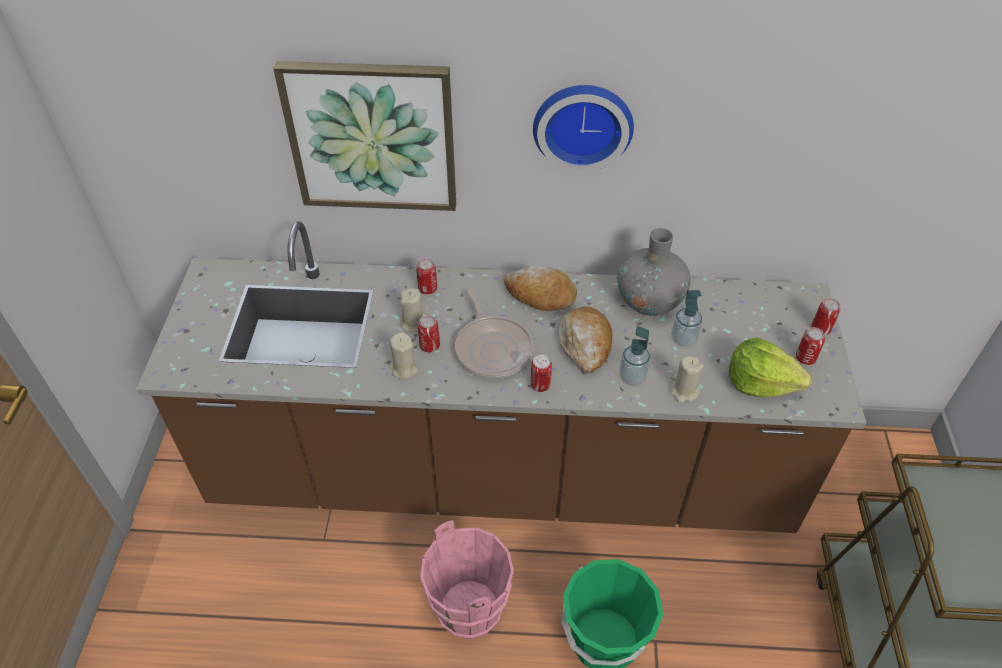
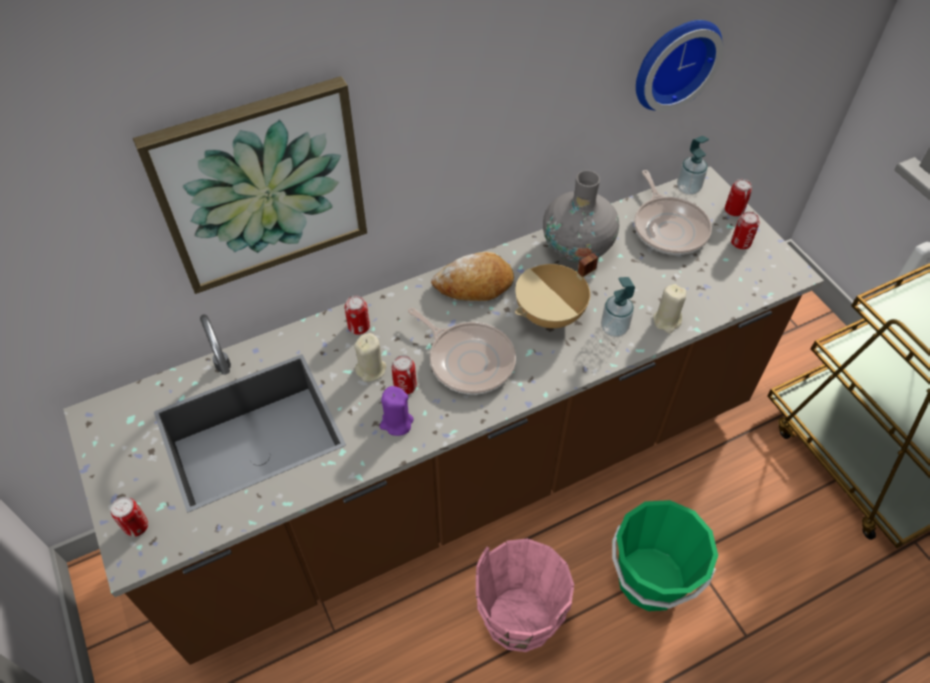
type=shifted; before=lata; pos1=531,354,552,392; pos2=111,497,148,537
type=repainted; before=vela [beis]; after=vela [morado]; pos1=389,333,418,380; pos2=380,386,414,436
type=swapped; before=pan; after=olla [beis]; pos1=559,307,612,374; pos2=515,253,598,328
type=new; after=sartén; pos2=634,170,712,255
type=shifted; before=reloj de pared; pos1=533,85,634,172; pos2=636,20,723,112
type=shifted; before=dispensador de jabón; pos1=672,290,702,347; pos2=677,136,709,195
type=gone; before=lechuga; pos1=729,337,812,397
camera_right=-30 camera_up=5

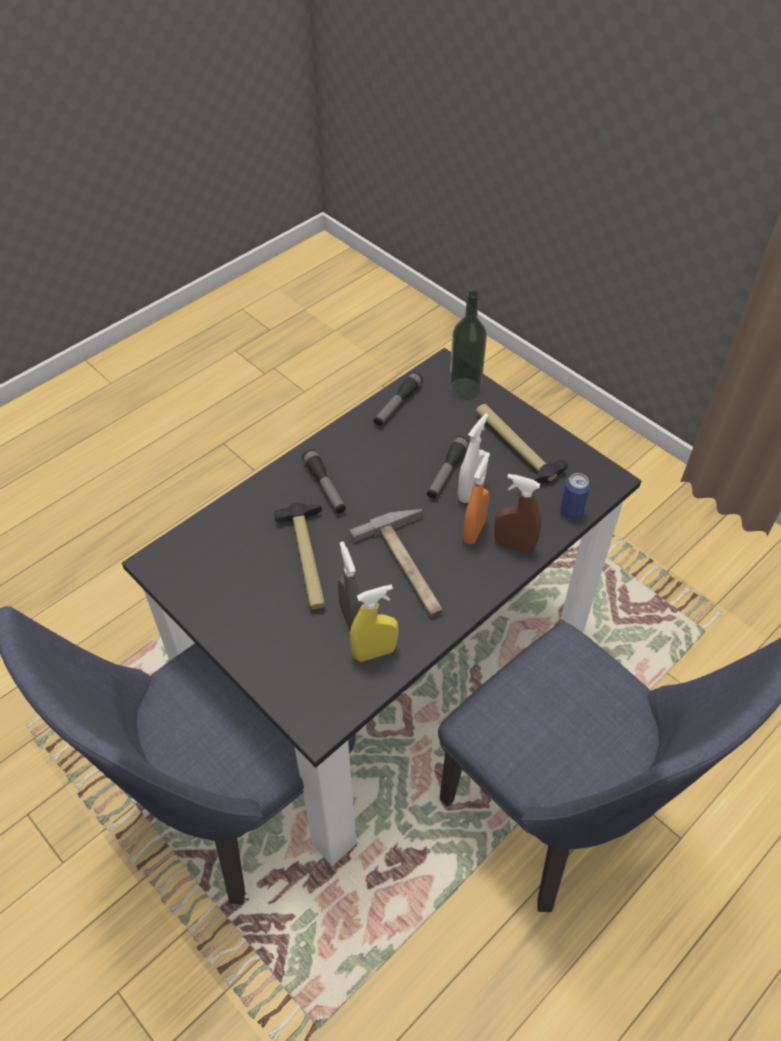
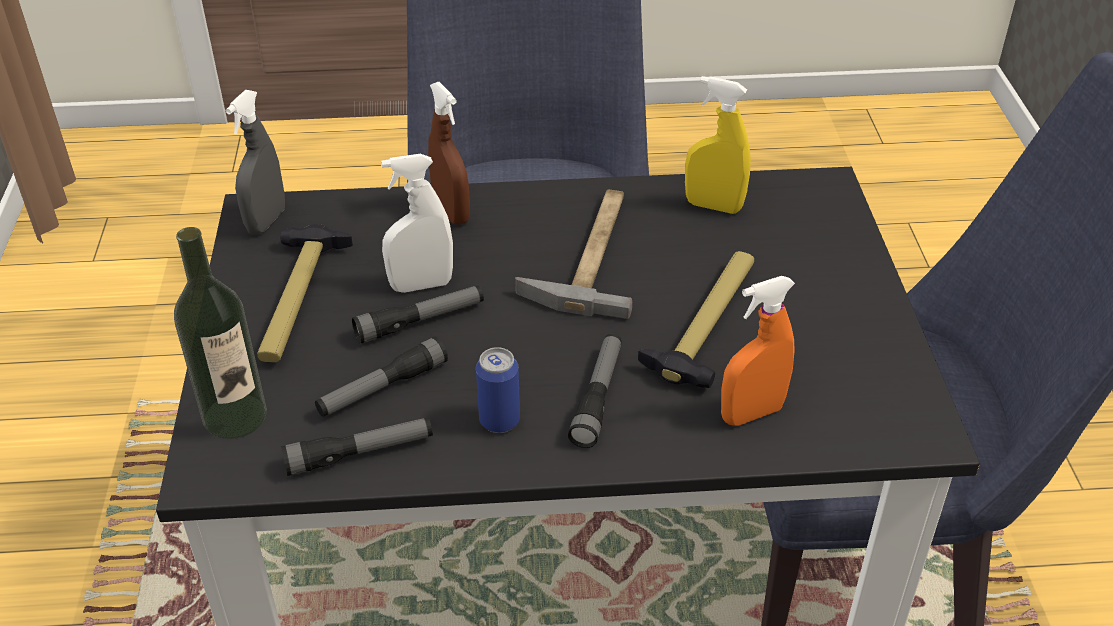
type=shifted; before=pulverizador [gris]; pos1=338,541,362,632; pos2=226,90,285,235
type=new; after=linterna; pos2=315,337,448,417
type=shifted; before=lata; pos1=560,473,590,519; pos2=476,347,520,433
type=shifted; before=pulverizador [naranja]; pos1=463,452,490,544; pos2=721,276,795,426
camera_right=-140 camera_up=-10

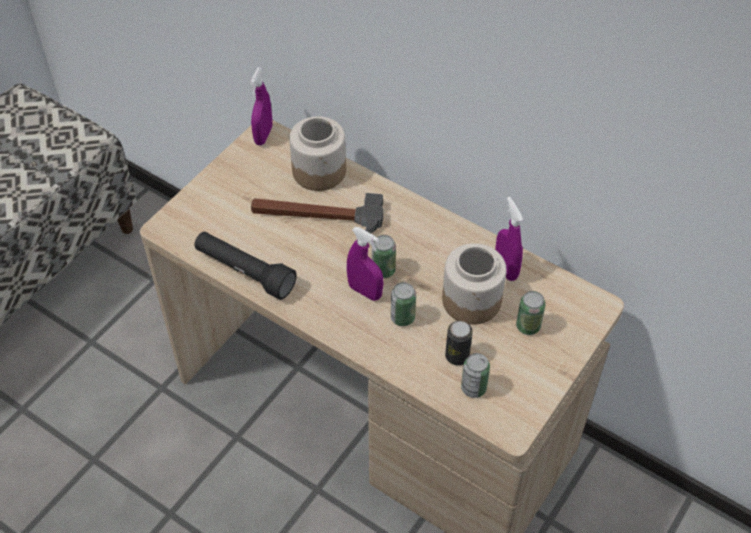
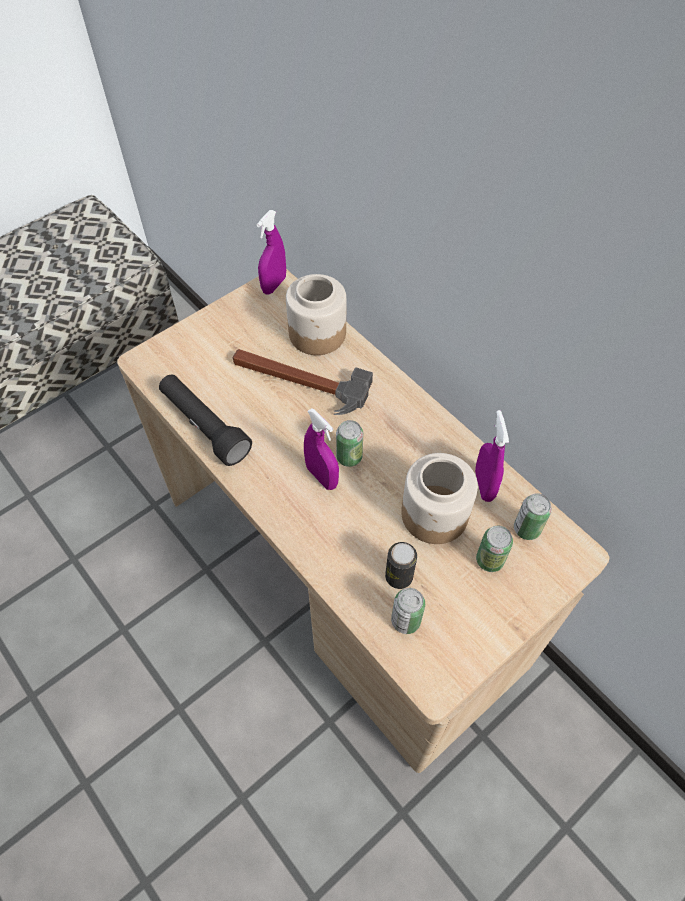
type=shifted; before=lata; pos1=391,282,416,326; pos2=514,493,552,540
camera_right=15 camera_up=5

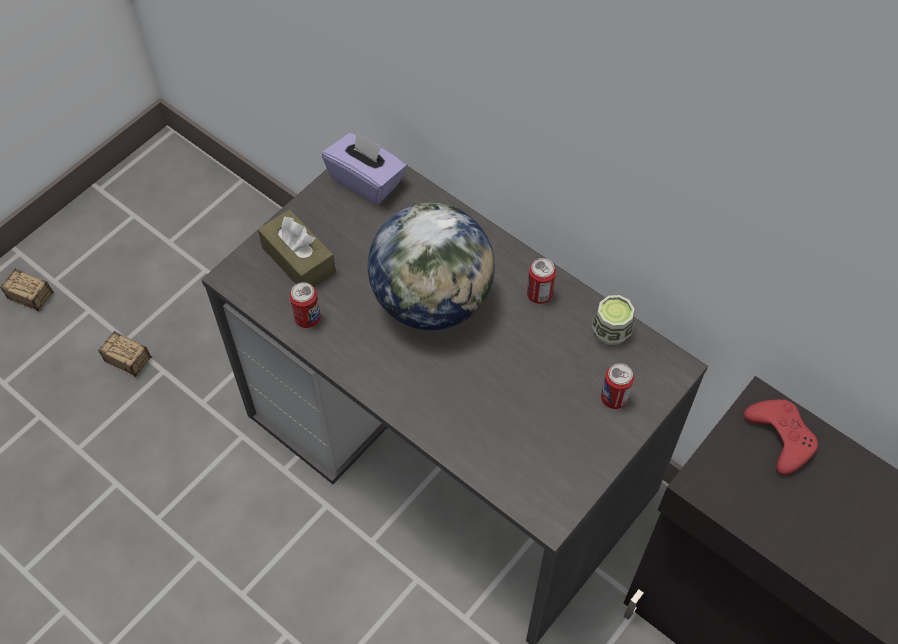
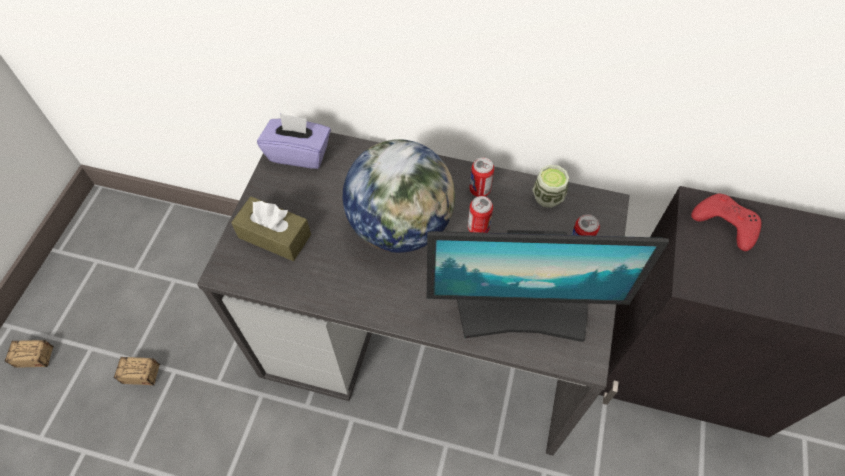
type=new; after=monitor; pos2=427,230,669,342
type=shifted; before=lata; pos1=290,282,321,328; pos2=468,196,493,233
camera_right=-25 camera_up=0

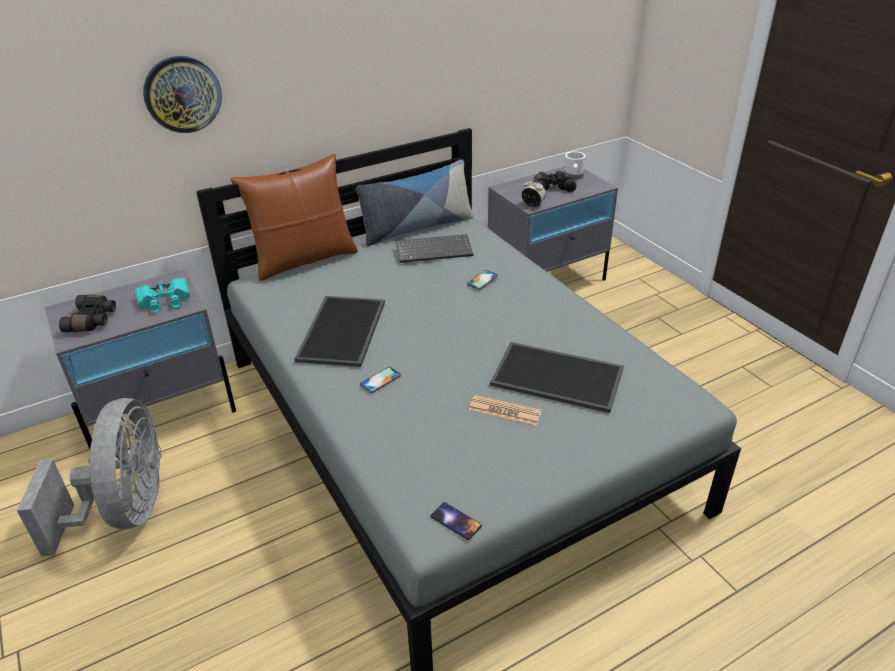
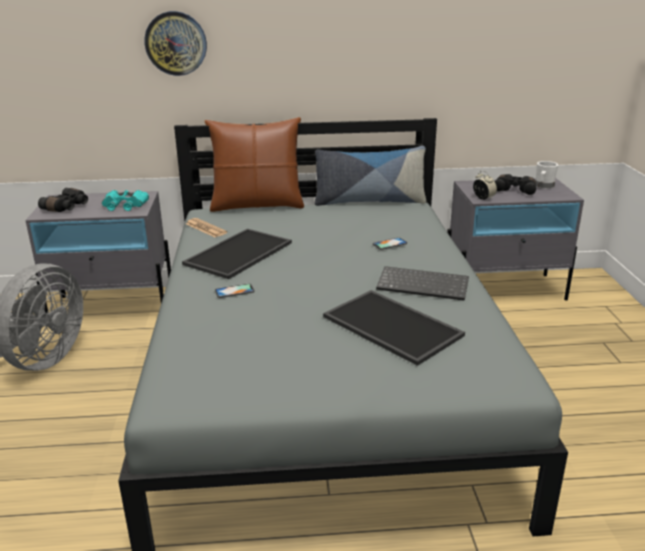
type=shifted; before=periódico; pos1=469,395,542,426; pos2=186,218,227,237
type=shifted; before=teclado; pos1=396,234,473,263; pos2=376,266,469,301
type=gone; before=móvil; pos1=430,502,482,540
camera_right=25 camera_up=-10

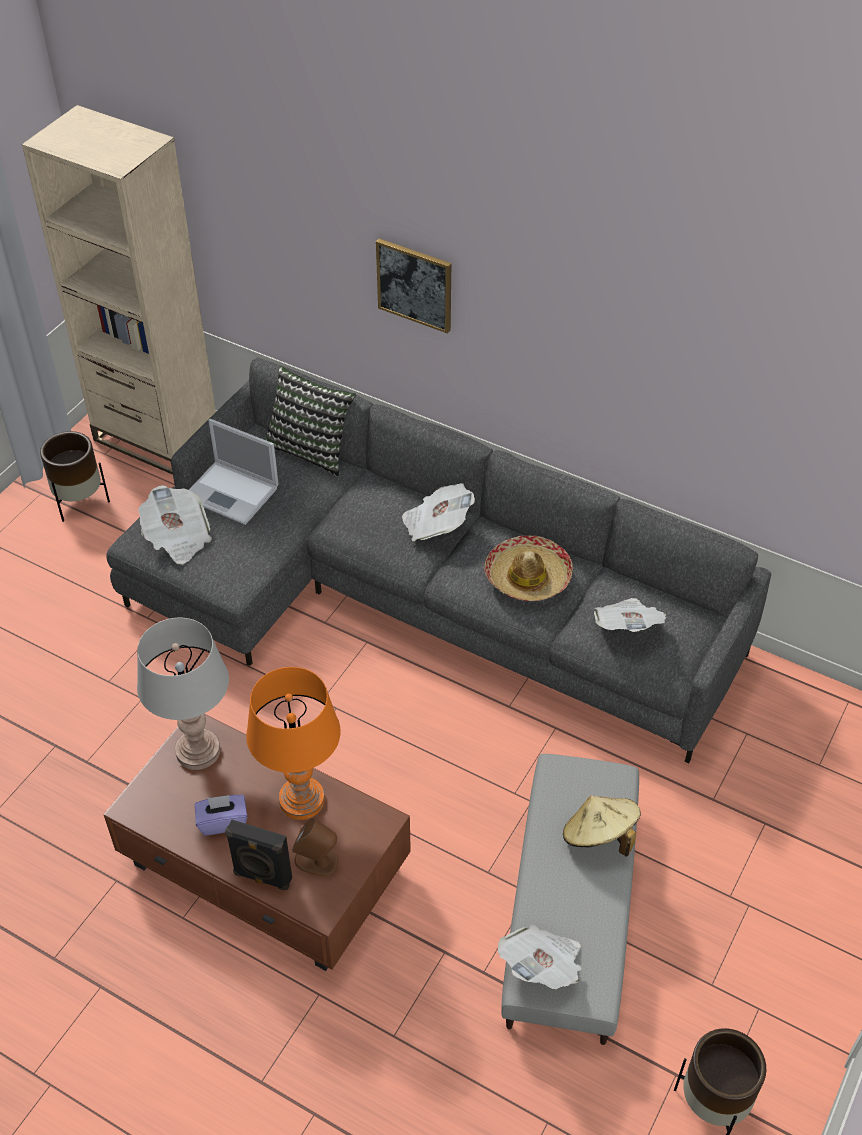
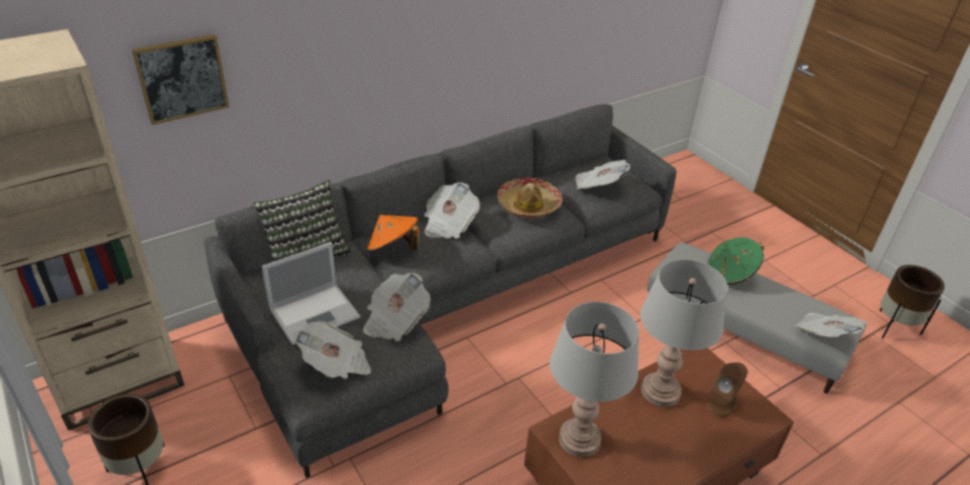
type=shifted; before=cuadro; pos1=376,239,451,334; pos2=132,34,229,125
type=new; after=periódico; pos2=363,273,430,341
type=new; after=sombrero [naranja]; pos2=367,215,419,252
type=repainted; before=lámpara de mesa [naranja]; after=lámpara de mesa [gris]; pos1=246,667,341,820; pos2=640,259,728,407
type=repainted; before=sombrero [beis]; after=sombrero [verde]; pos1=563,795,641,857; pos2=708,237,764,285
type=gone; before=caja de pañuelos [morado]; pos1=195,795,247,836
type=gone; before=altavoz [negro]; pos1=225,820,292,890
camera_right=-65 camera_up=-10

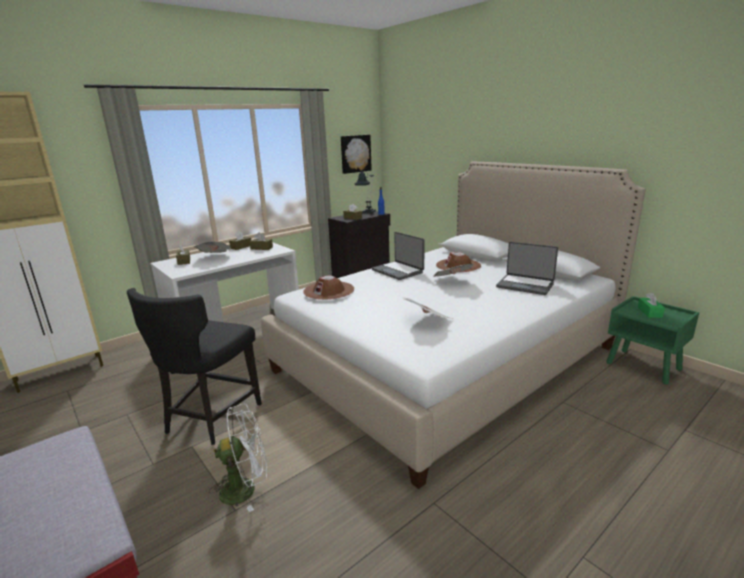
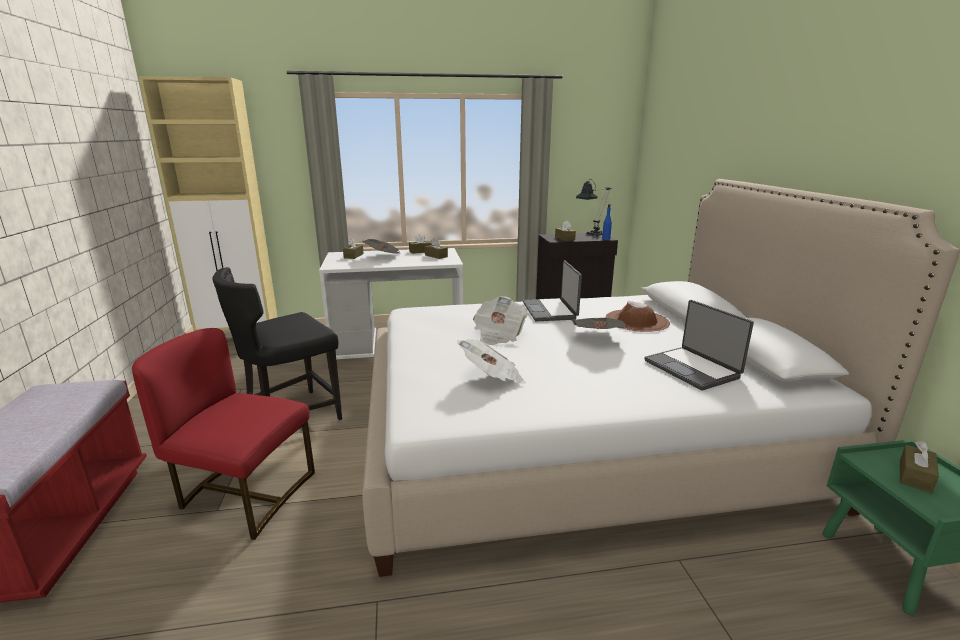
type=swapped; before=ventilador [blanco]; after=silla [rojo]; pos1=209,404,267,512; pos2=132,328,315,540
type=new; after=periódico; pos2=473,296,527,345
type=repainted; before=caja de pañuelos [verde]; after=caja de pañuelos [marrón]; pos1=638,292,665,318; pos2=900,441,939,493
type=gone; before=sombrero [marrón]; pos1=303,276,354,300
type=gone; before=cuadro; pos1=341,135,372,174
camera_right=30 camera_up=0

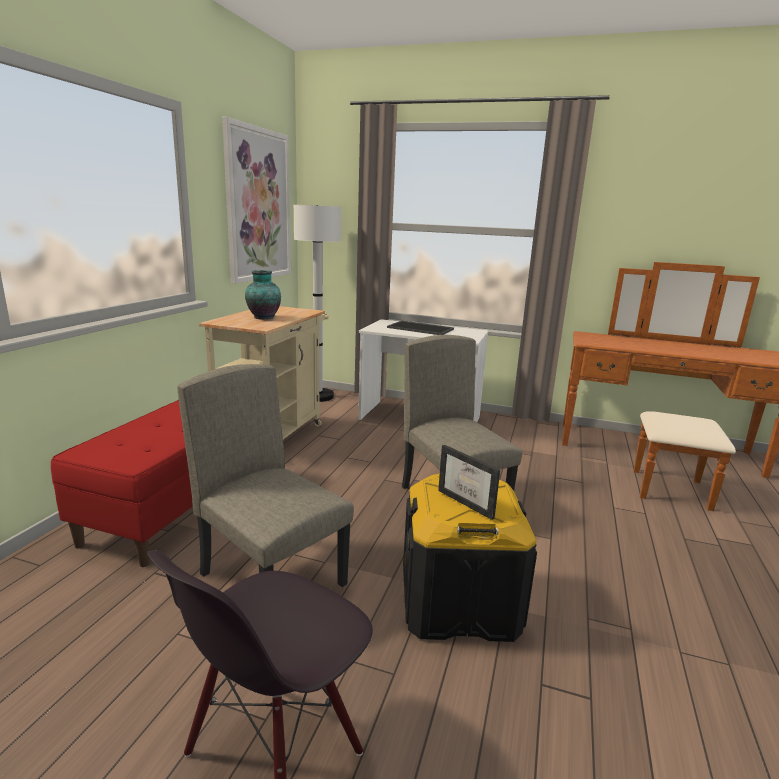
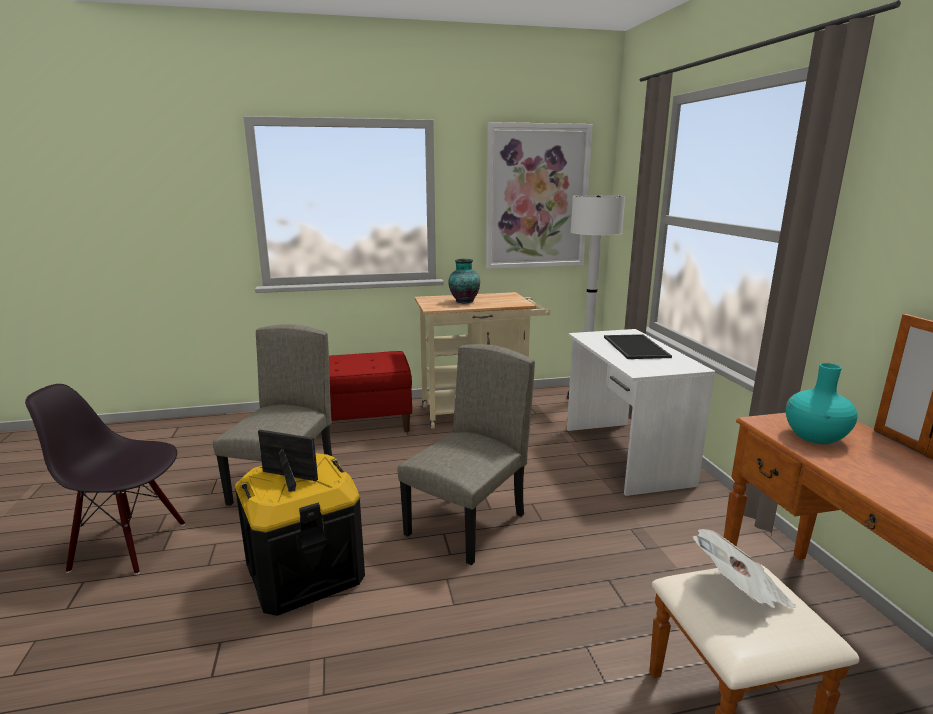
type=rotated; before=portarretratos; pos1=438,445,500,520; pos2=258,430,318,492; turn=90
type=new; after=periódico; pos2=692,529,796,608
type=new; after=florero [turquesa]; pos2=786,363,858,444
camera_right=60 camera_up=0

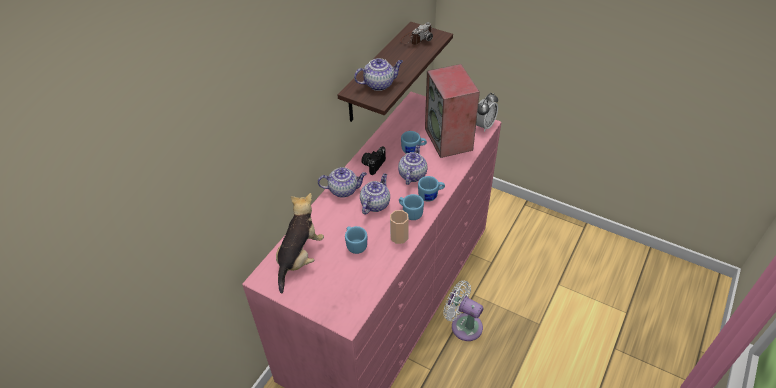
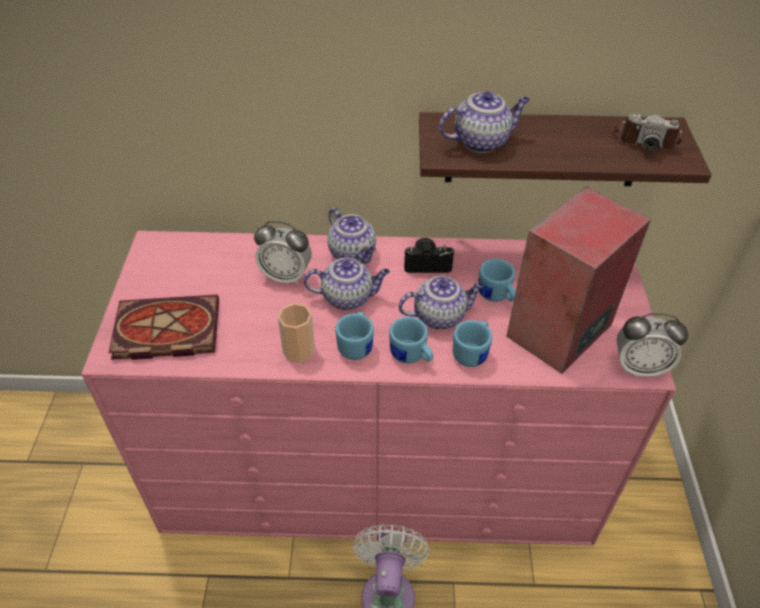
type=new; after=libro; pos2=108,294,219,360
type=new; after=despertador; pos2=254,221,312,285
type=rotated; before=tetera; pos1=354,58,403,91; pos2=439,91,530,153; turn=-60
type=shifted; before=taza grande [azul]; pos1=345,226,367,254; pos2=453,320,492,367
type=gone; before=peluche; pos1=276,193,324,293
camera_right=60 camera_up=0

